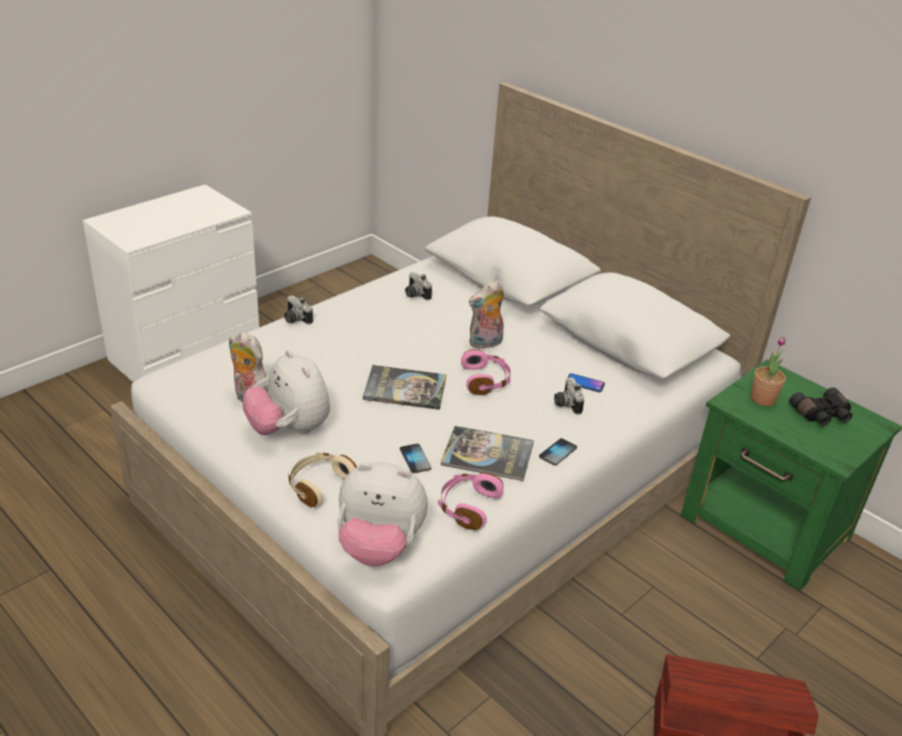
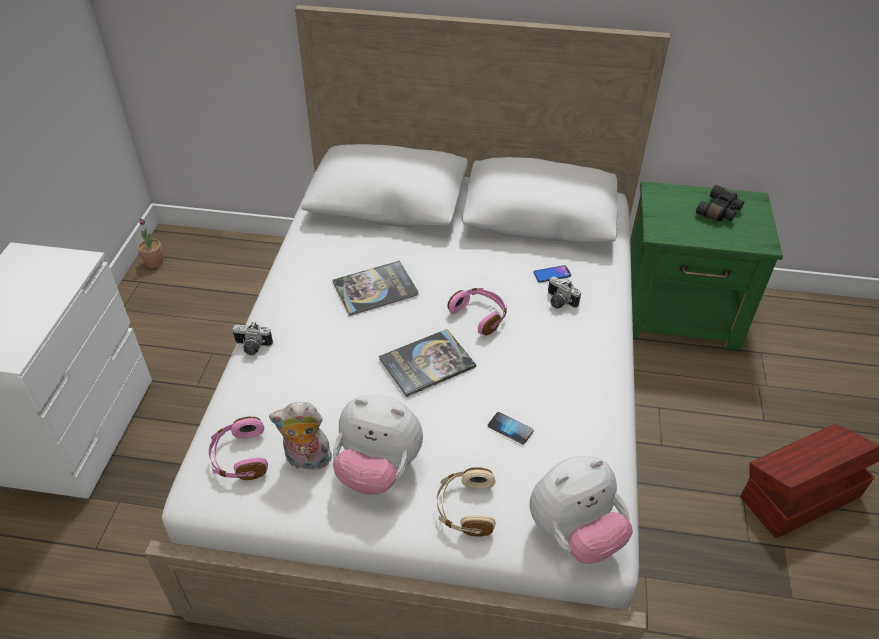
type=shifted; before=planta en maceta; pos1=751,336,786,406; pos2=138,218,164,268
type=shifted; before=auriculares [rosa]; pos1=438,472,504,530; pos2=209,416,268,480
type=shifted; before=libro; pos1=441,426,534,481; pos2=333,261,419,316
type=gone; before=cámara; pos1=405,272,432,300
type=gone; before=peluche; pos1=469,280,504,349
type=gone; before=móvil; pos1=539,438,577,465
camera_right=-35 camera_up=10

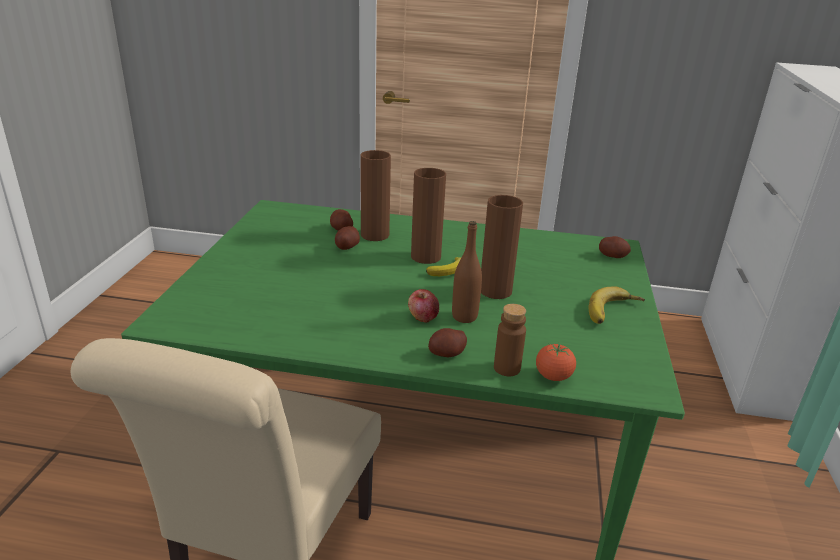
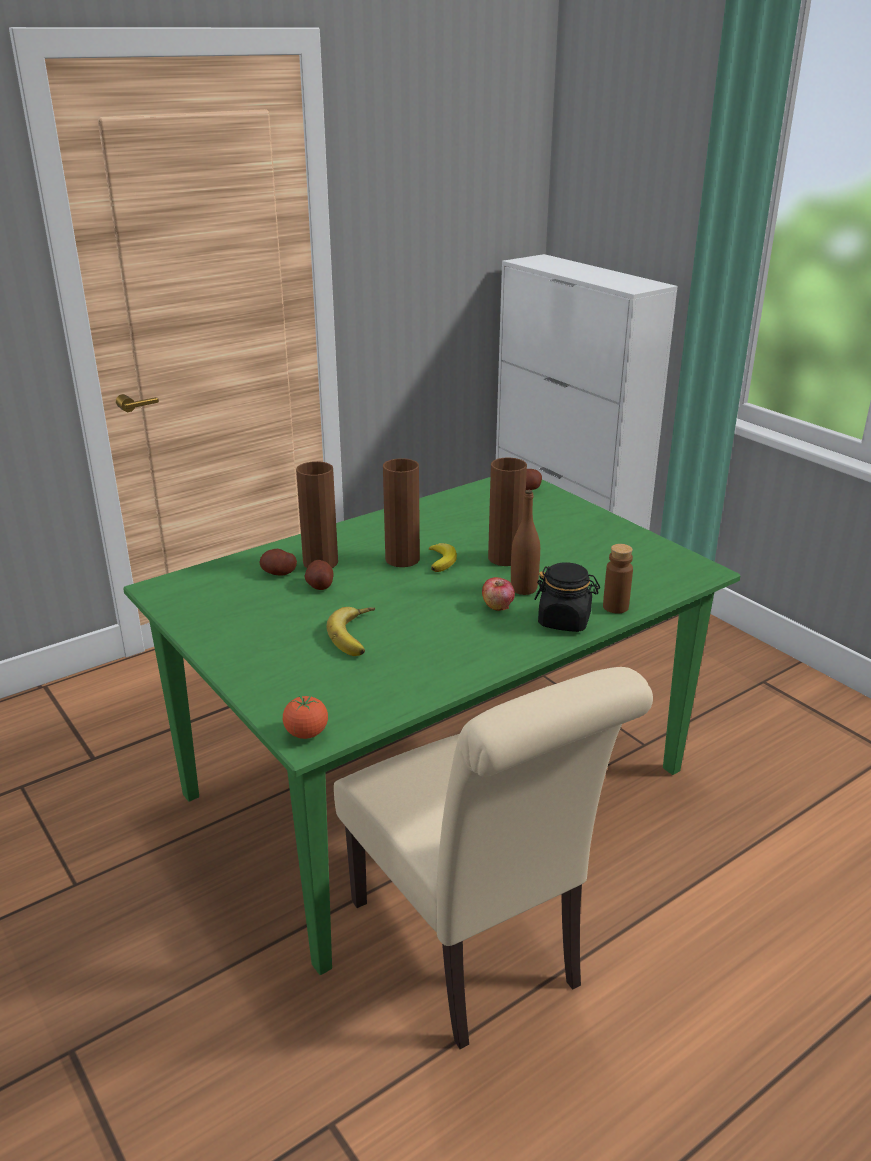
type=shifted; before=tomate; pos1=536,343,576,381; pos2=283,696,328,739
type=shifted; before=plátano; pos1=589,286,645,324; pos2=326,607,375,656
type=swapped; before=patata; after=tarro [negro]; pos1=428,328,467,357; pos2=534,562,600,632
camera_right=-45 camera_up=0

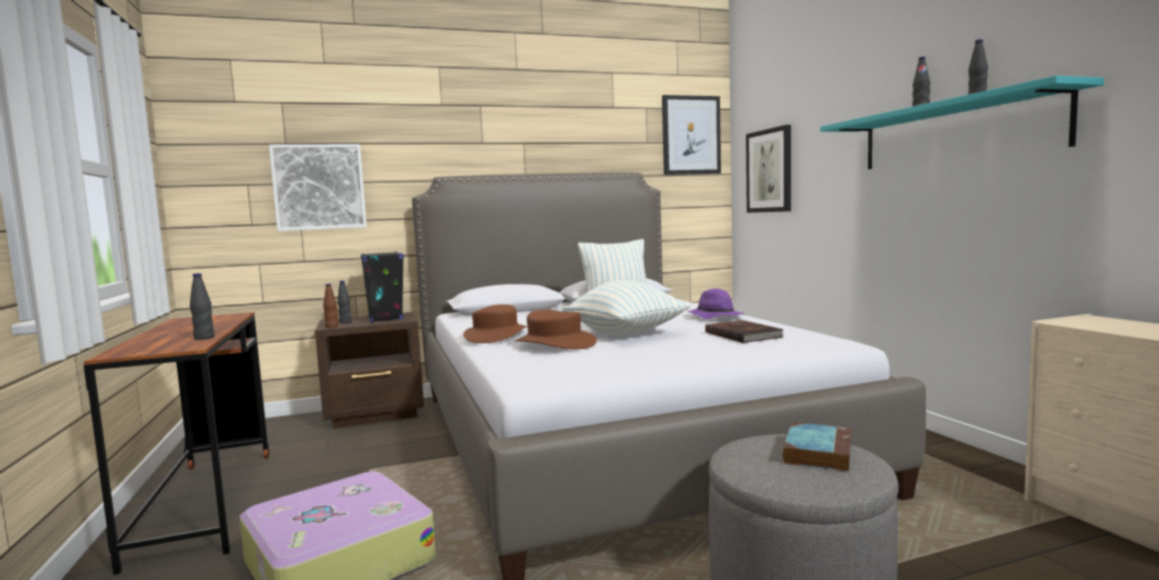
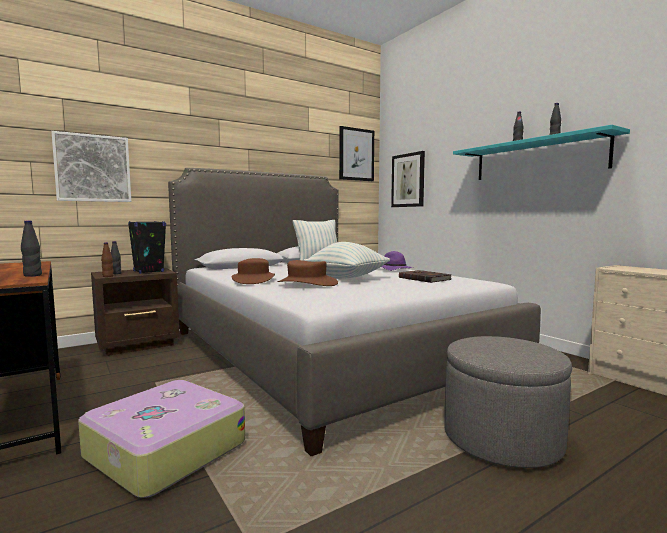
type=gone; before=libro; pos1=782,422,851,471
camera_right=-15 camera_up=0

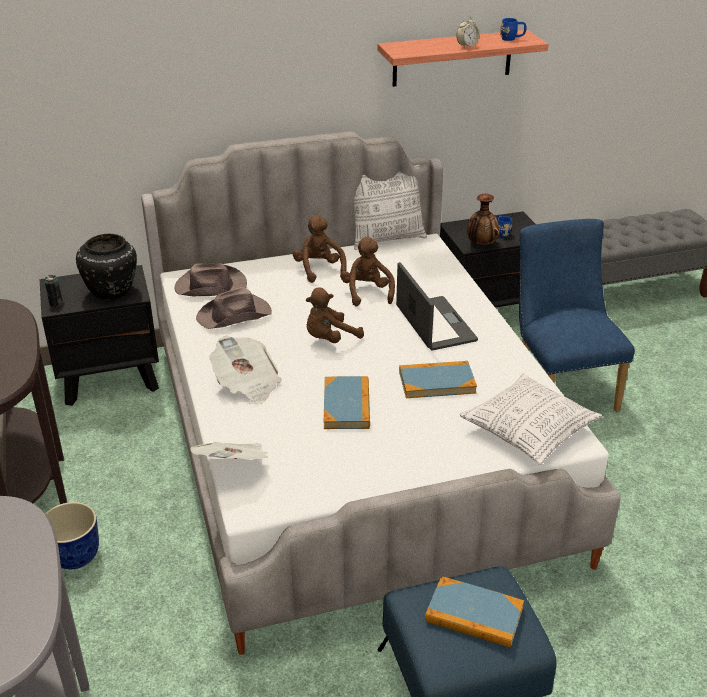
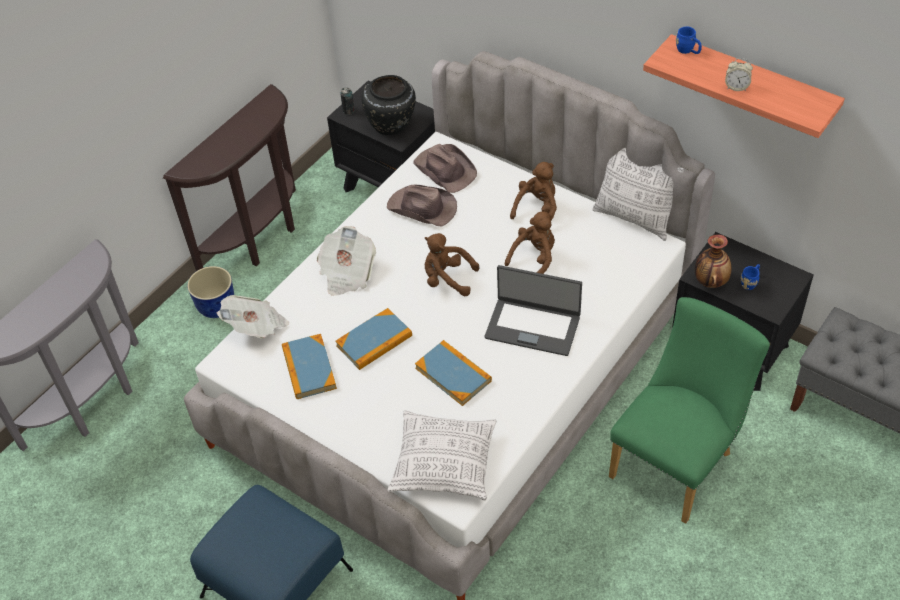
type=shifted; before=libro; pos1=425,576,524,648; pos2=282,334,337,399
type=rotated; before=portátil; pos1=396,262,478,351; pos2=484,265,582,356; turn=75
type=repainted; before=silla [azul]; after=silla [verde]; pos1=519,219,635,412; pos2=609,297,770,524
type=shifted; before=taza grande [azul]; pos1=500,18,527,41; pos2=676,26,702,54
camera_right=55 camera_up=15

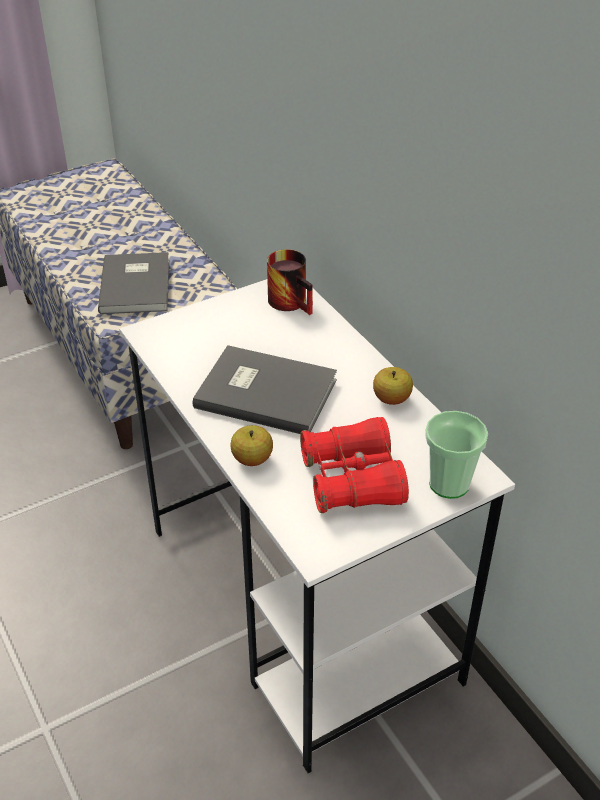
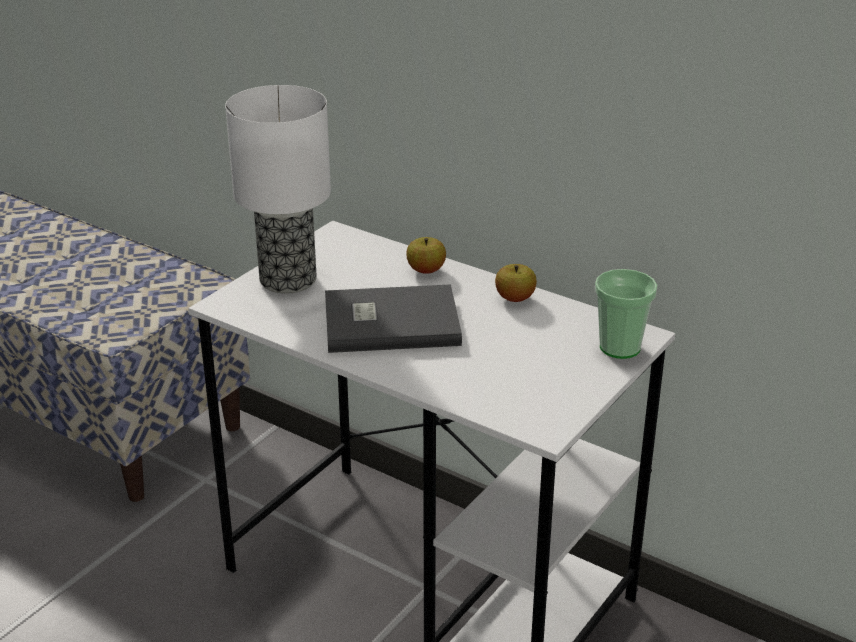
type=new; after=lámpara de mesa; pos2=225,85,331,294
type=shifted; before=manzana; pos1=230,425,273,466; pos2=406,237,446,274
type=gone; before=libro [gris]; pos1=98,252,169,314
type=gone; before=taza grande; pos1=267,249,313,315
type=gone; before=prismáticos [rojo]; pos1=300,417,409,513
camera_right=-25 camera_up=-10

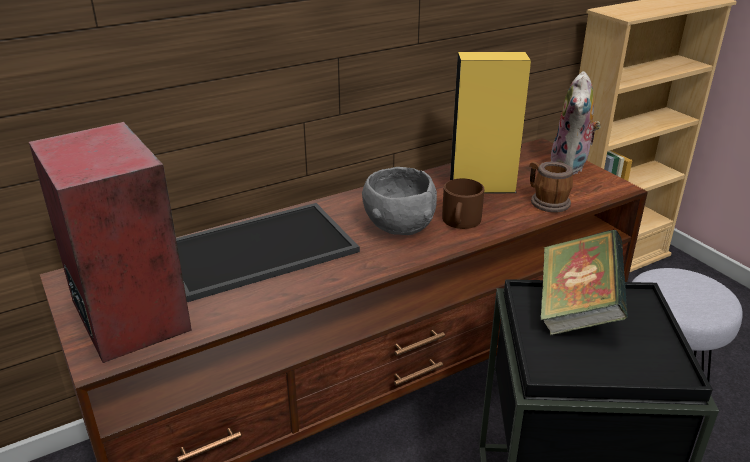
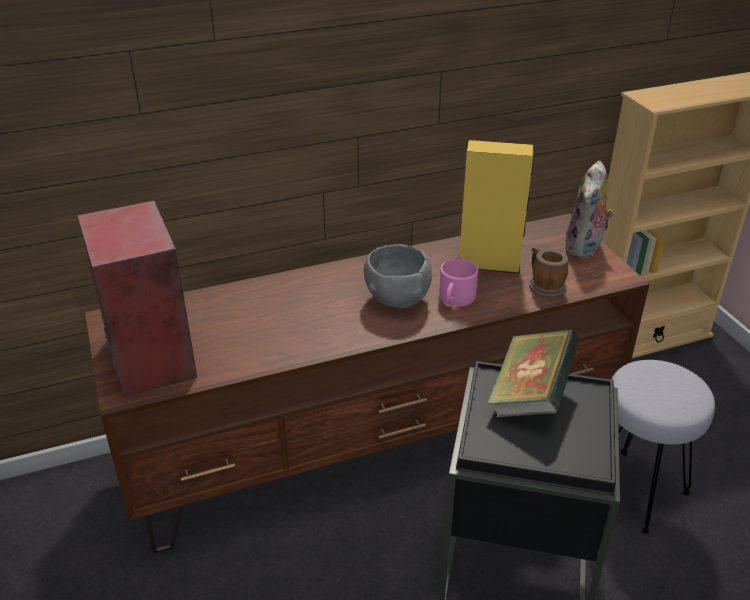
type=repainted; before=taza grande [marrón]; after=taza grande [rosa]; pos1=442,178,484,229; pos2=440,259,478,307
type=gone; before=bandeja; pos1=176,203,360,302
camera_right=10 camera_up=5

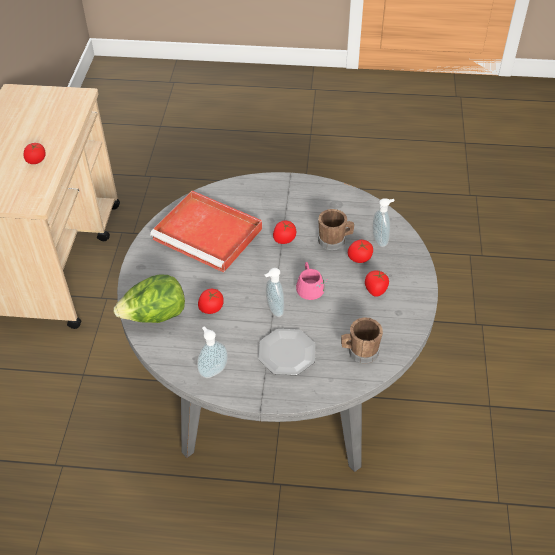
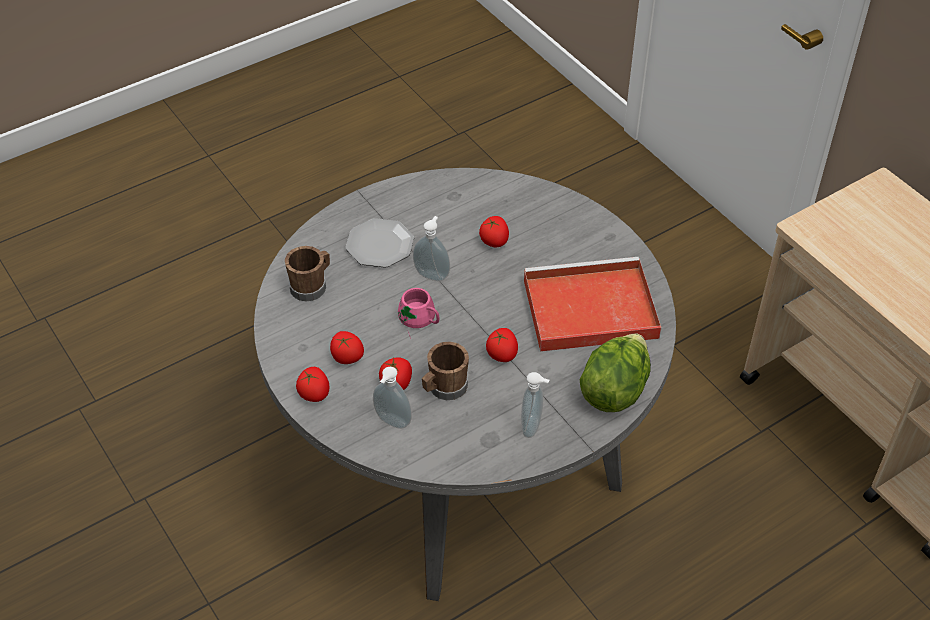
type=shifted; before=tomate; pos1=23,143,46,164; pos2=296,367,330,402
type=shifted; before=dispensador de jabón; pos1=197,326,228,378; pos2=521,372,549,438
type=shifted; before=lechuga; pos1=114,274,185,323; pos2=580,334,651,412
camera_right=140 camera_up=0

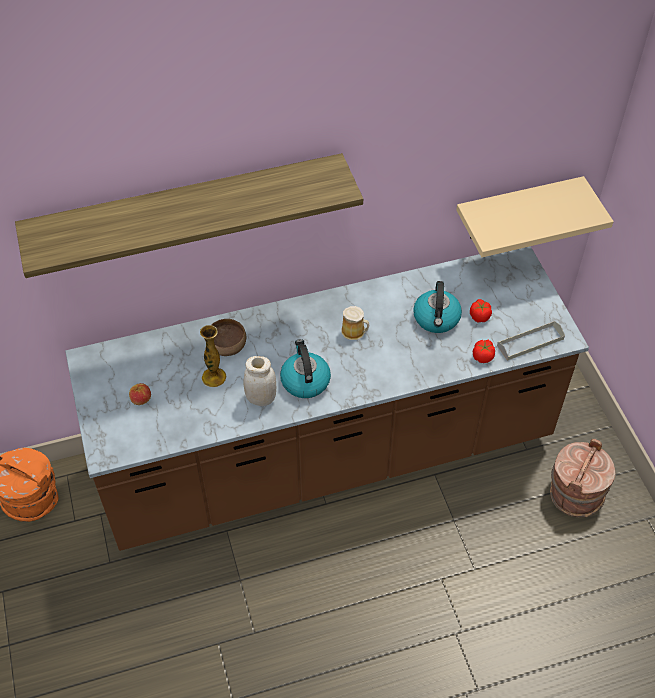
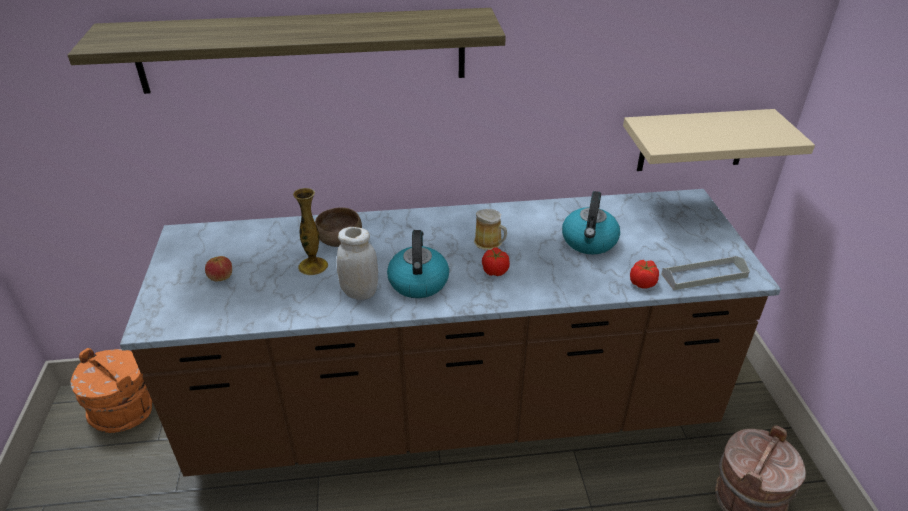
type=shifted; before=tomate; pos1=470,299,492,322; pos2=482,247,510,276
camera_right=10 camera_up=-15

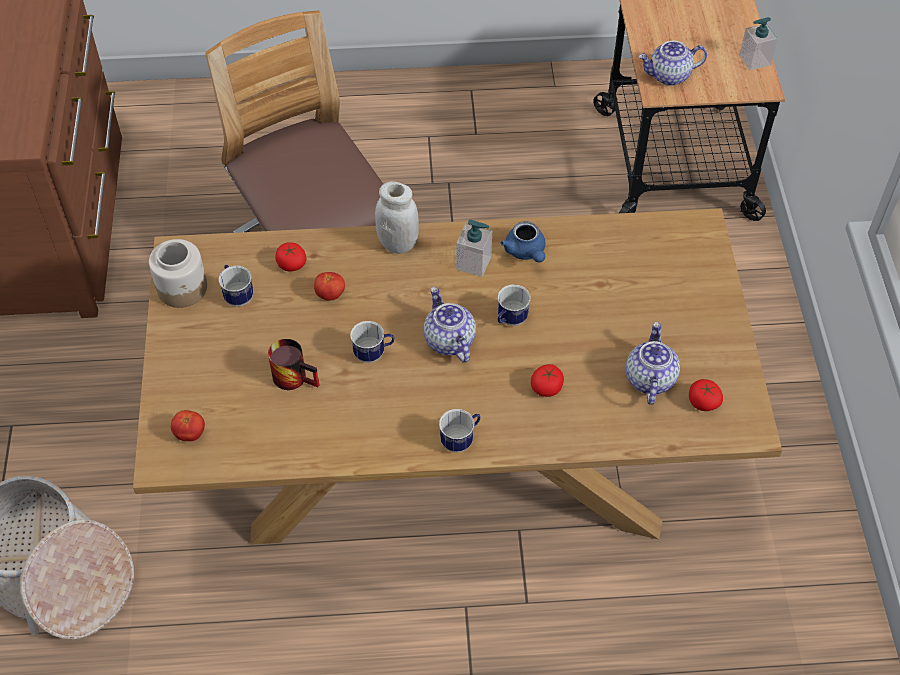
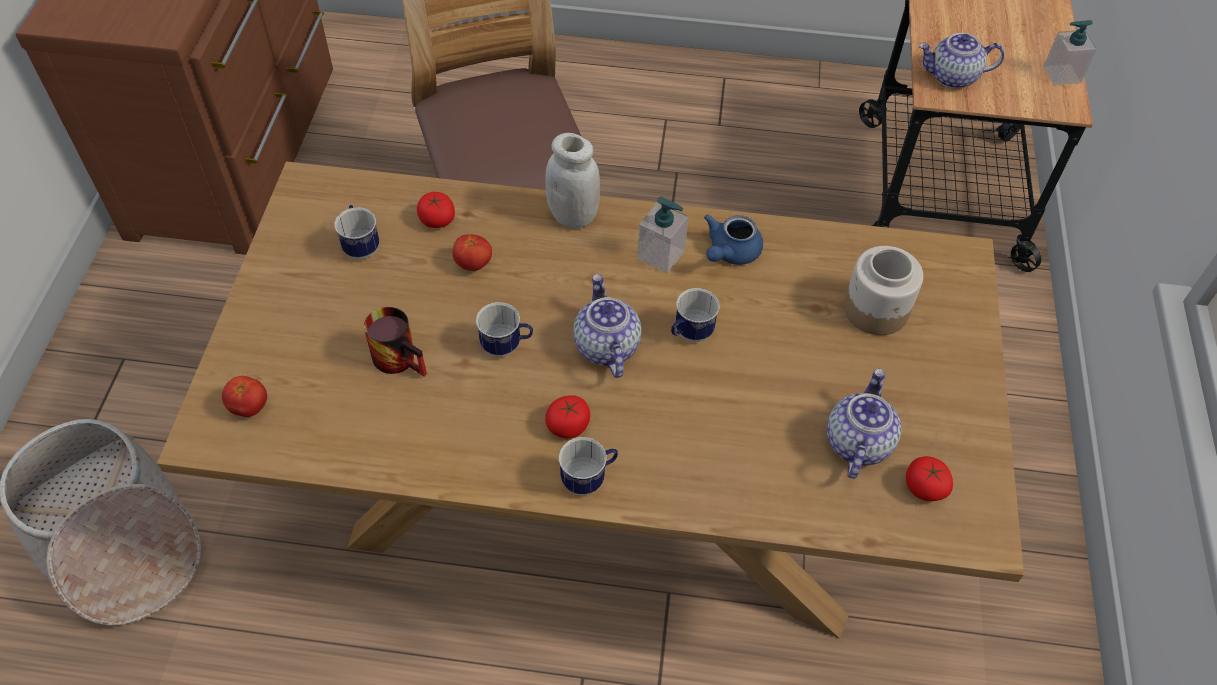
type=shifted; before=tomate; pos1=531,364,564,397; pos2=545,395,590,439
type=rotated; before=tetera [azul]; pos1=500,221,545,263; pos2=704,215,763,265; turn=45
type=shifted; before=tarro; pos1=149,239,207,308; pos2=844,246,923,335
camera_right=10 camera_up=0

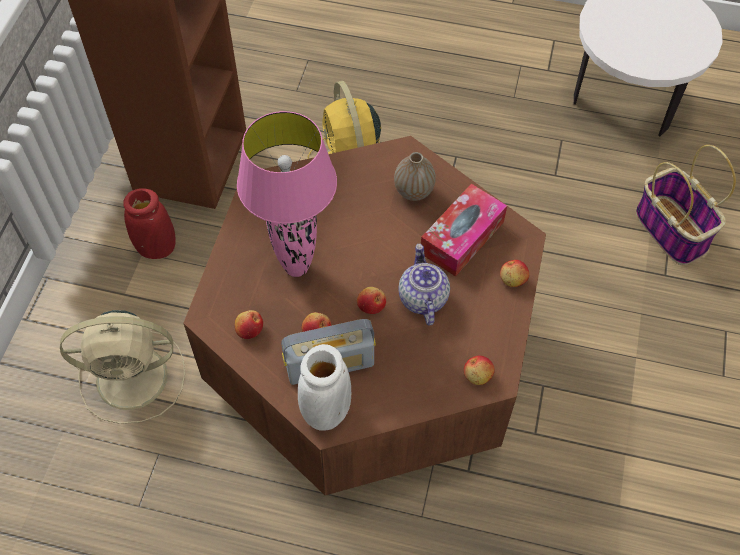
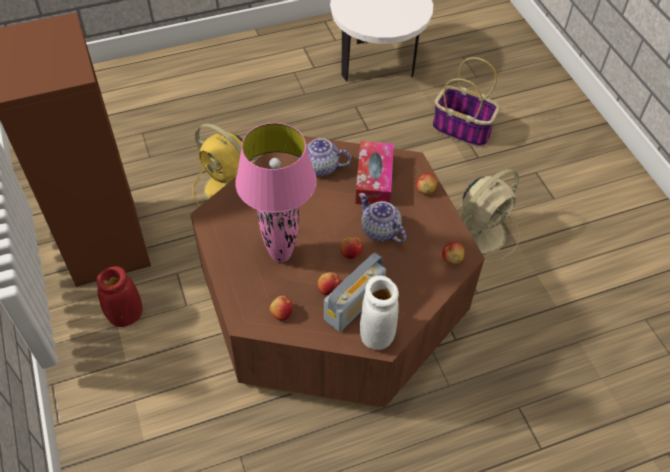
type=swapped; before=florero; after=tetera; pos1=394,152,436,201; pos2=297,138,351,177
type=shifted; before=ventilador [beis]; pos1=60,310,185,424; pos2=456,169,520,264
camera_right=-35 camera_up=-5

